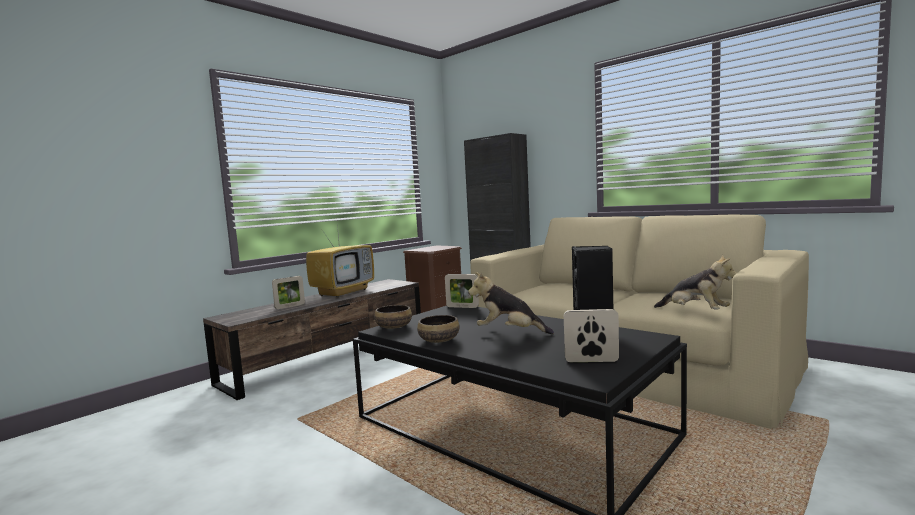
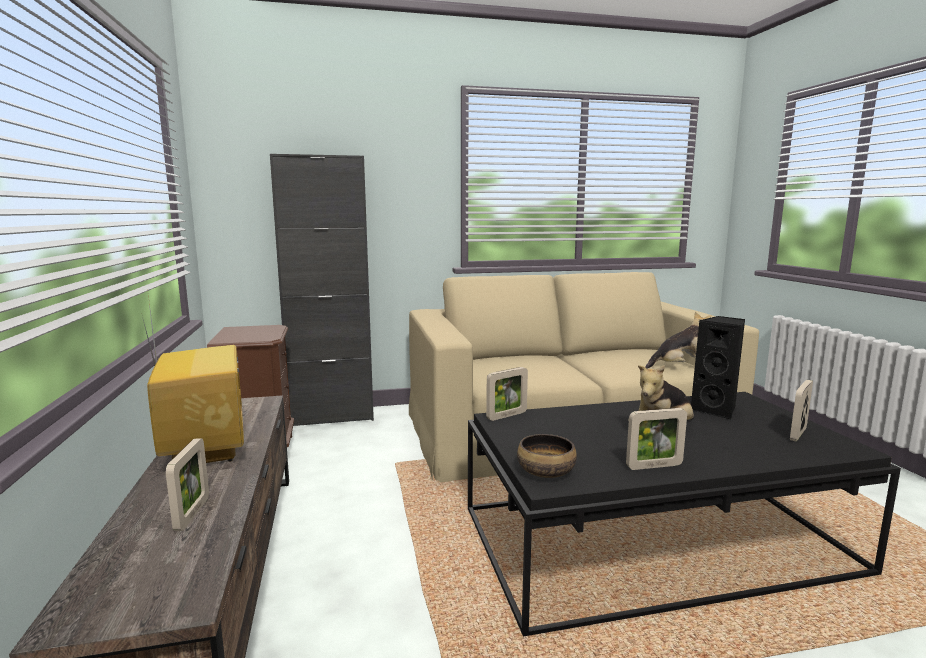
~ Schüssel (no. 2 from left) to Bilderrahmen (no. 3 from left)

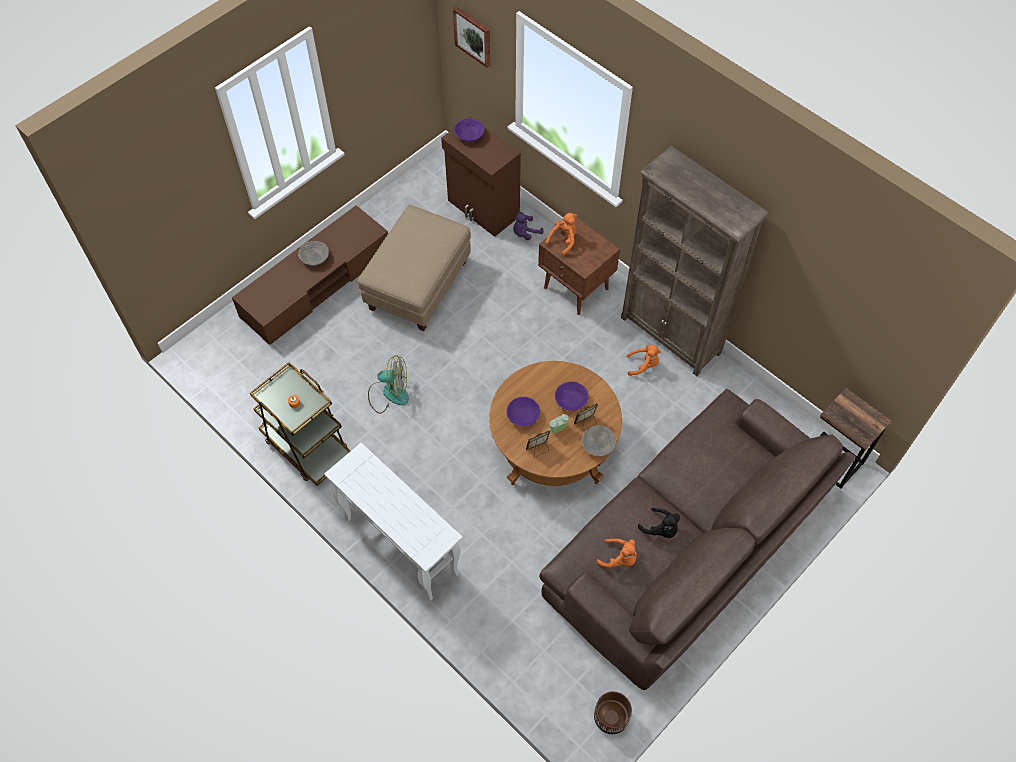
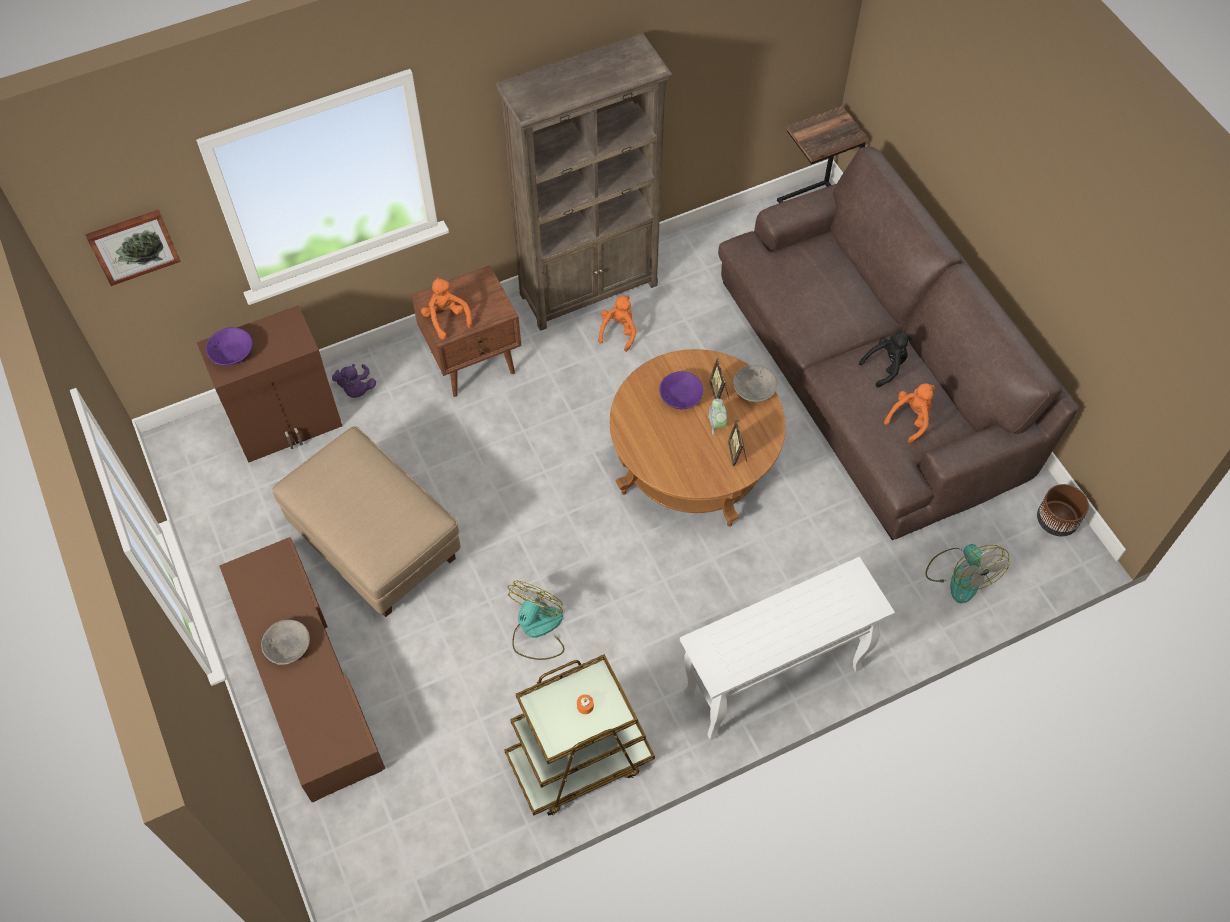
+ Ventilator (no. 2 from left)
- Schüssel (lila) (no. 2 from left)

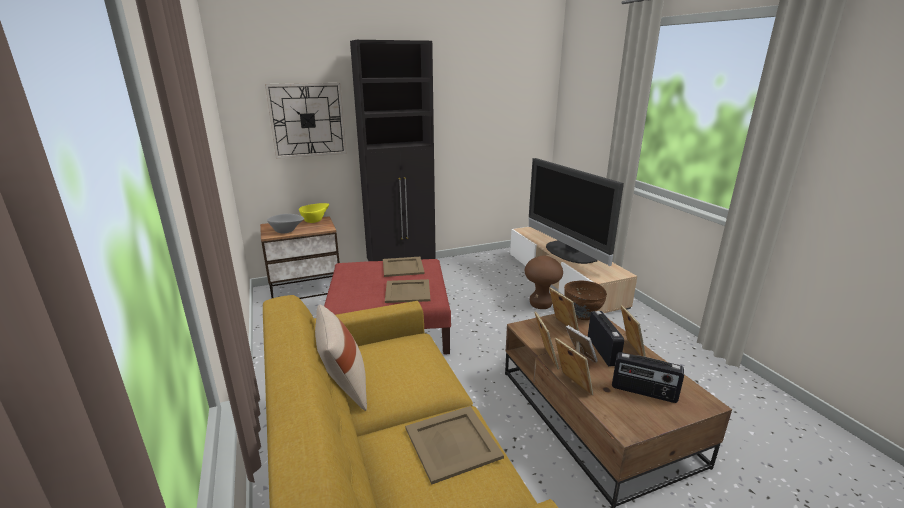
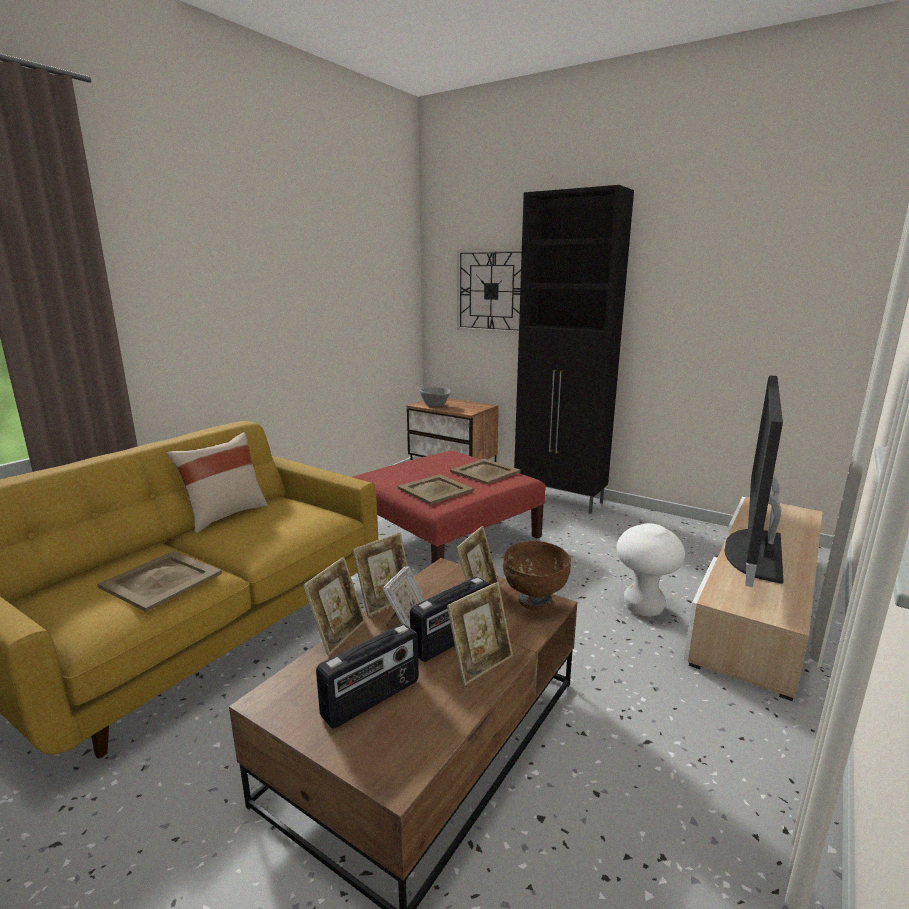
~ Radio (no. 2 from left in the first image) 120 degrees counterclockwise
~ Hocker (braun) to Hocker (weiß)
- Schüssel (gelb)

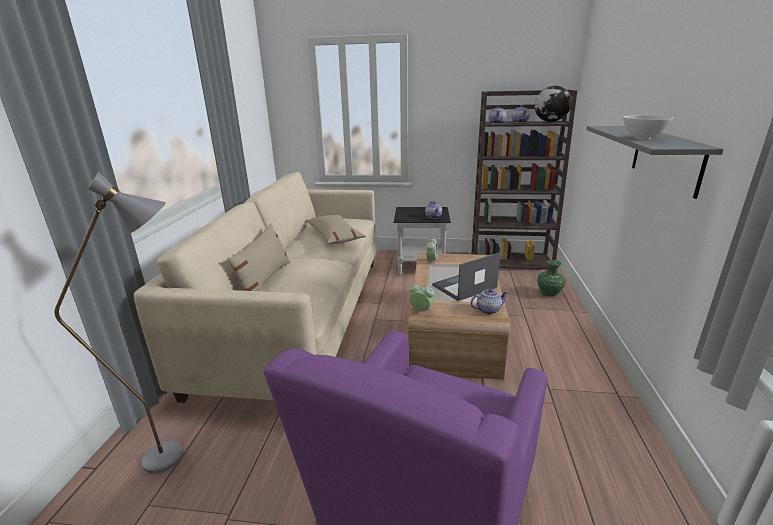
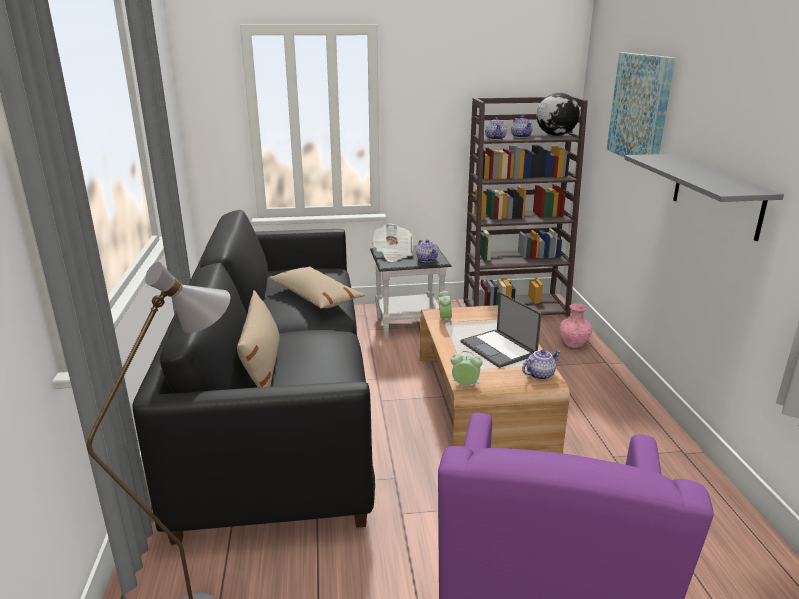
~ Sofa (beige) to Sofa (schwarz)
+ Zeitung
~ Laptop 75 degrees counterclockwise
~ Vase (grün) to Vase (rosa)
+ Bild
- Schüssel (weiß)

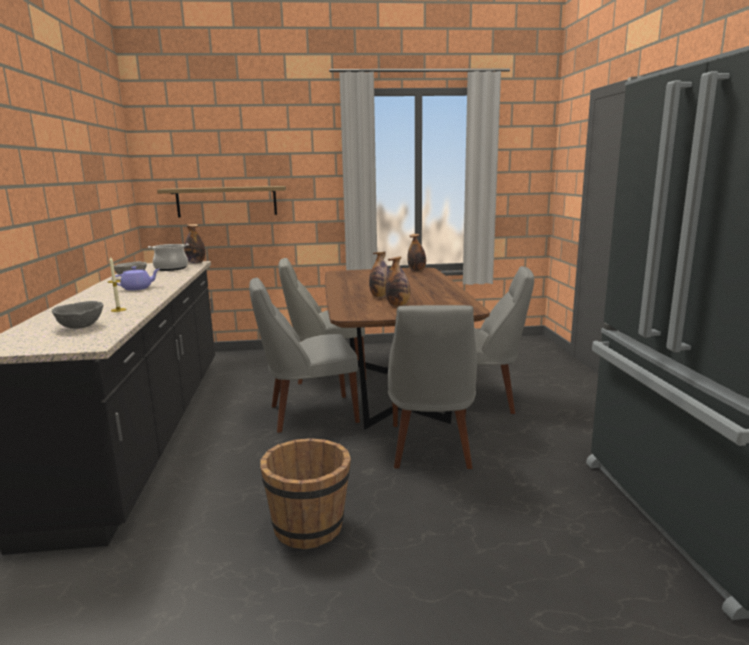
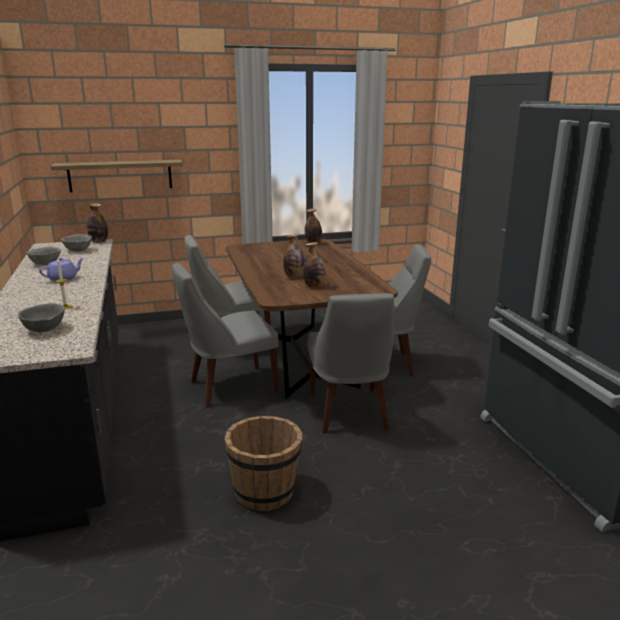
~ Kochtopf to Schüssel (grau) (no. 3 from left)

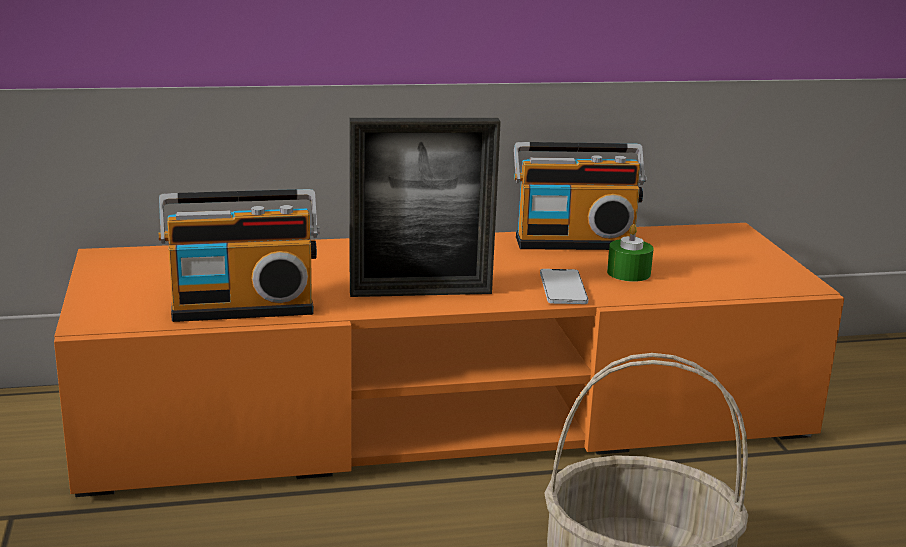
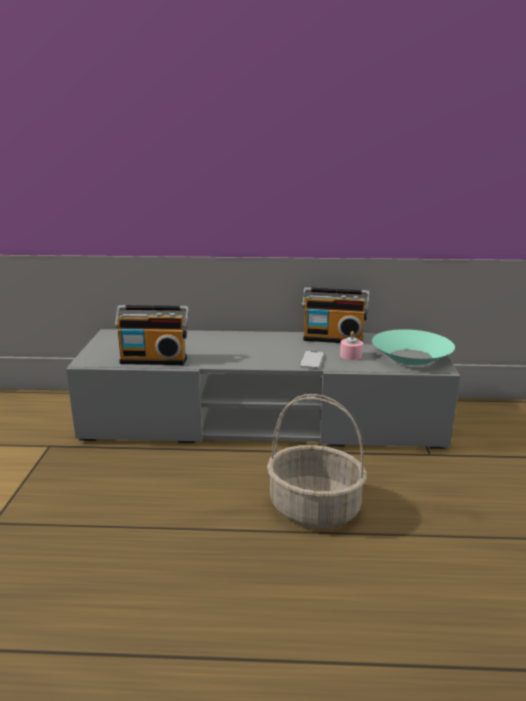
~ Fernsehschrank (orange) to Fernsehschrank (grau)
~ Kerze (grün) to Kerze (rosa)
+ Schüssel (türkis)
- Bilderrahmen

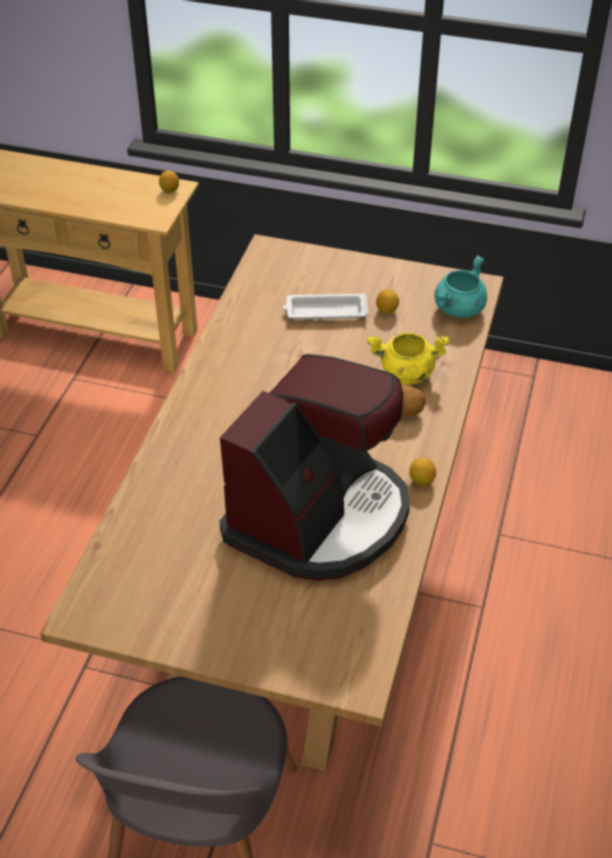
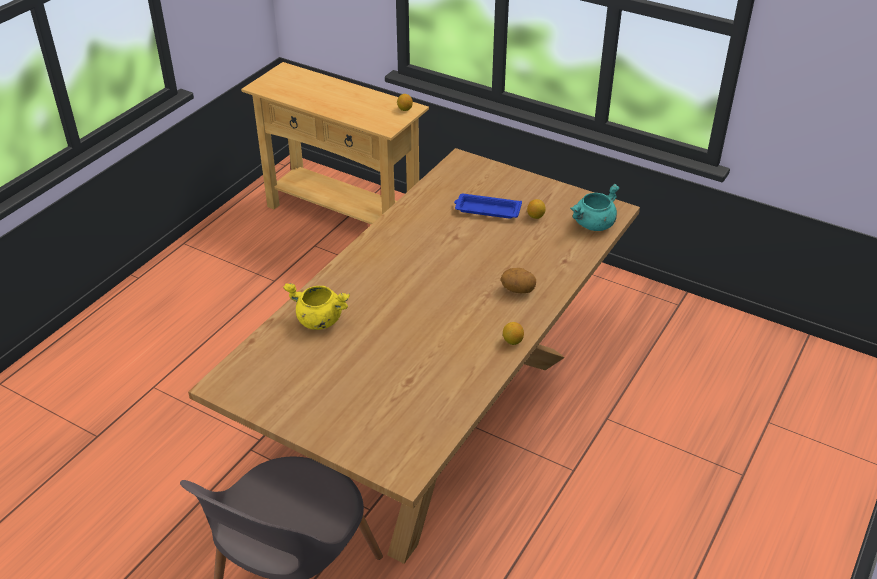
~ Kochtopf (gelb)
~ Tablett (weiß) to Tablett (blau)
- Kaffeemaschine

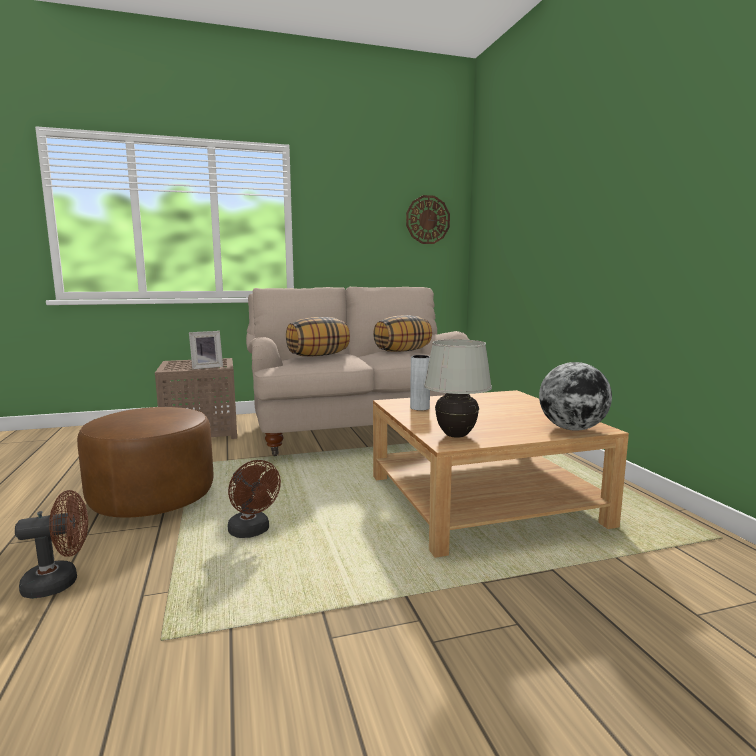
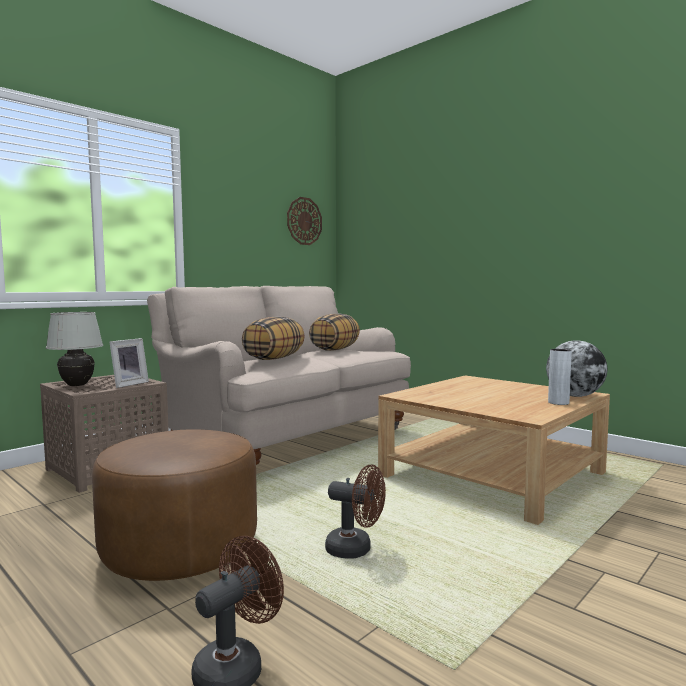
~ Tischlampe (weiß)
~ Vase (grau)

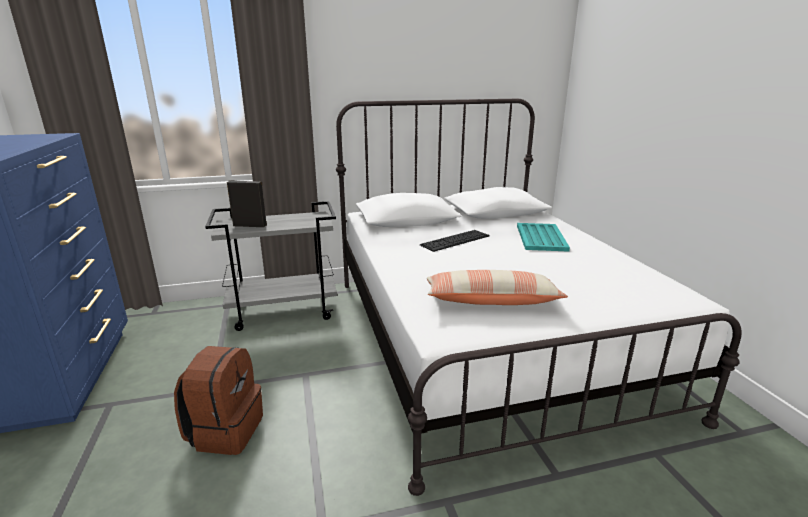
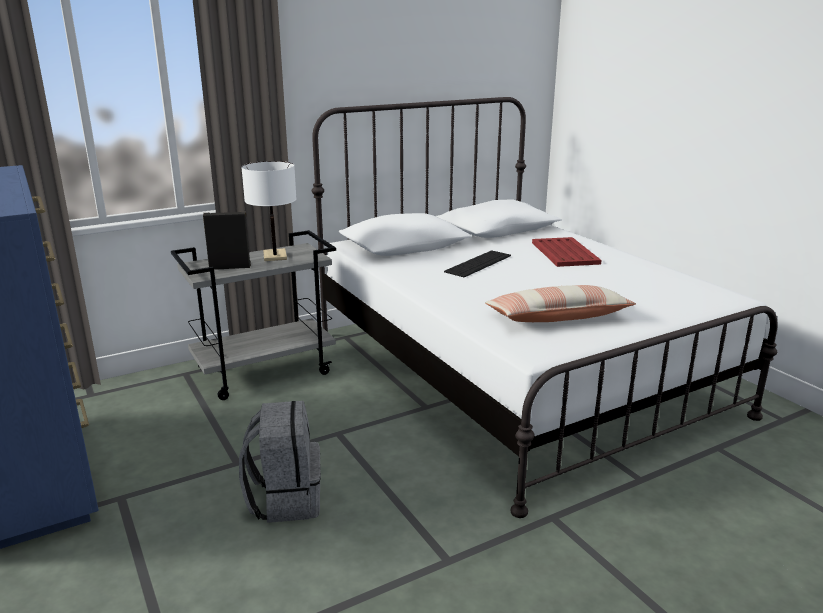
~ Rucksack (braun) to Rucksack (grau)
+ Tischlampe (weiß)
~ Tablett (türkis) to Tablett (rot)

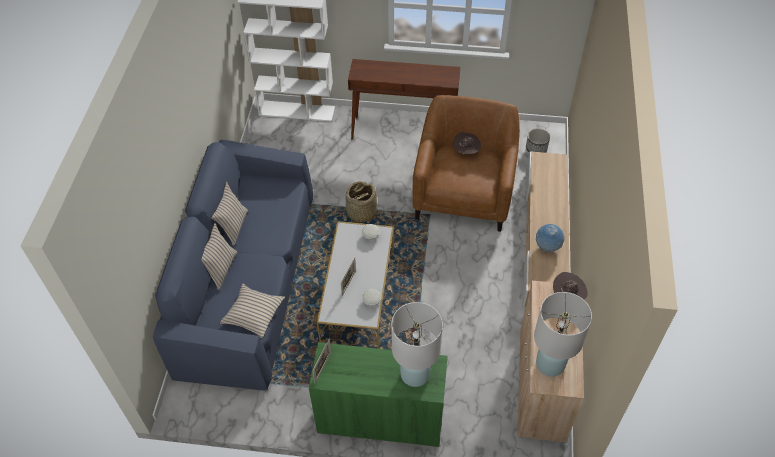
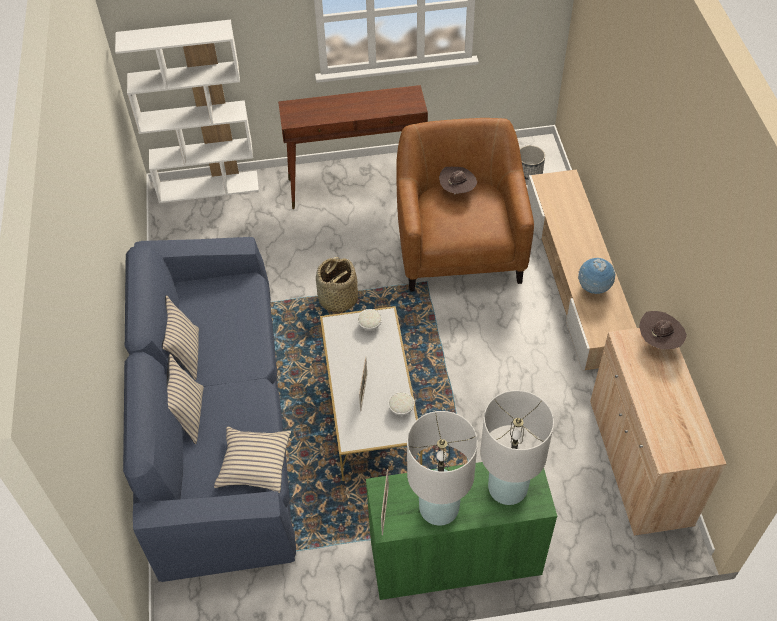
~ Tischlampe (weiß) (no. 2 from left in the first image) to Tischlampe (weiß) (no. 1 from left)

